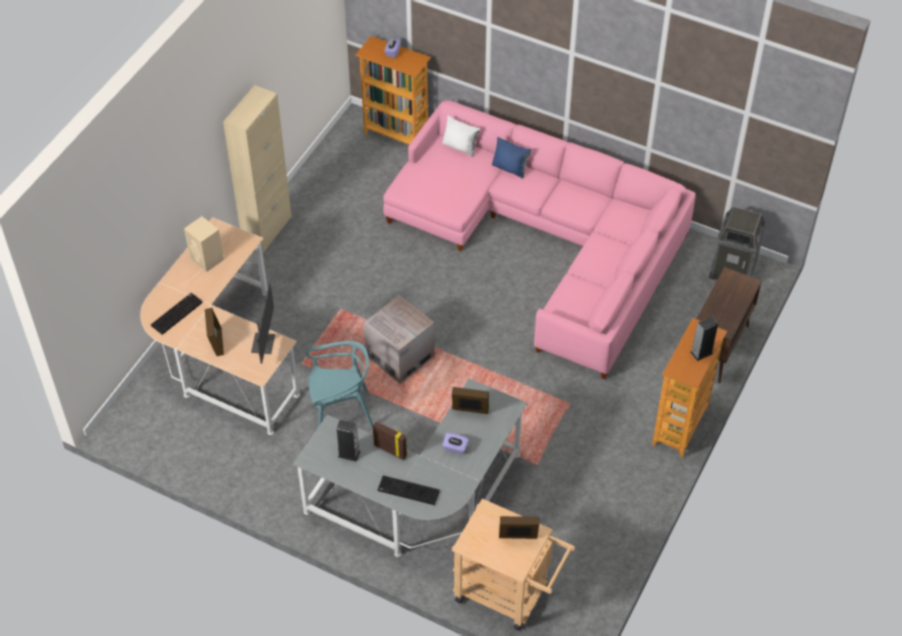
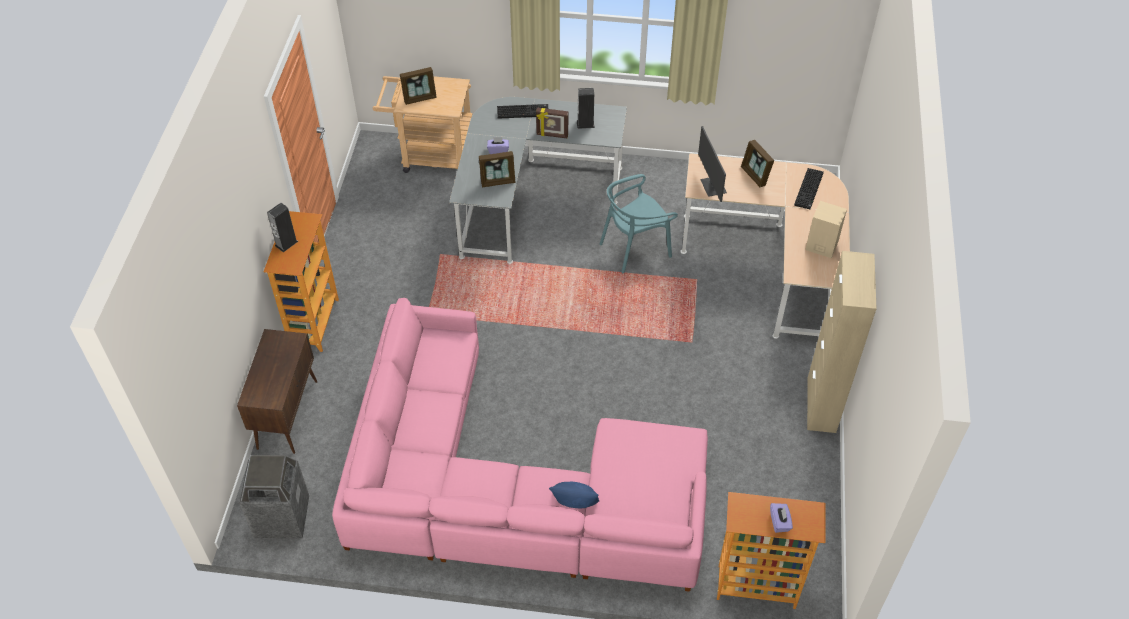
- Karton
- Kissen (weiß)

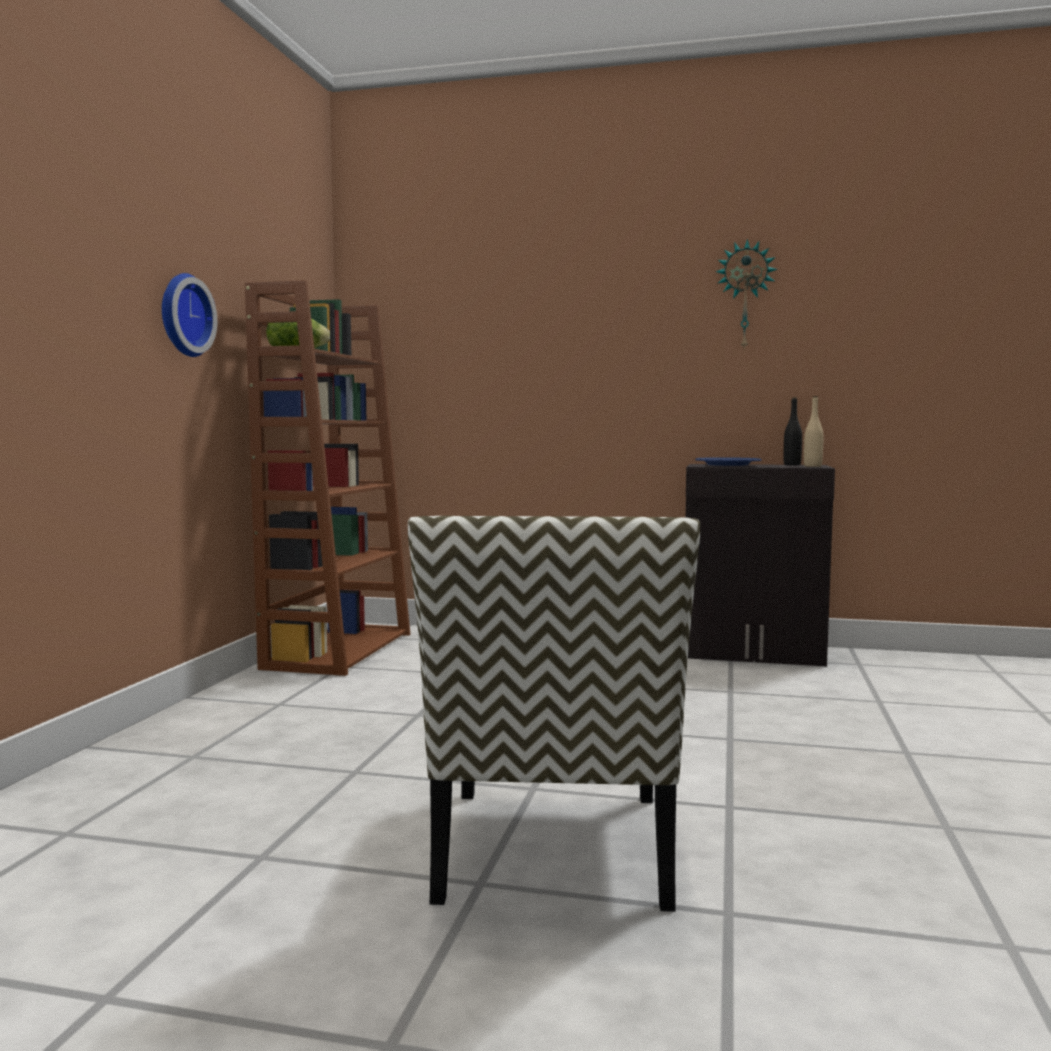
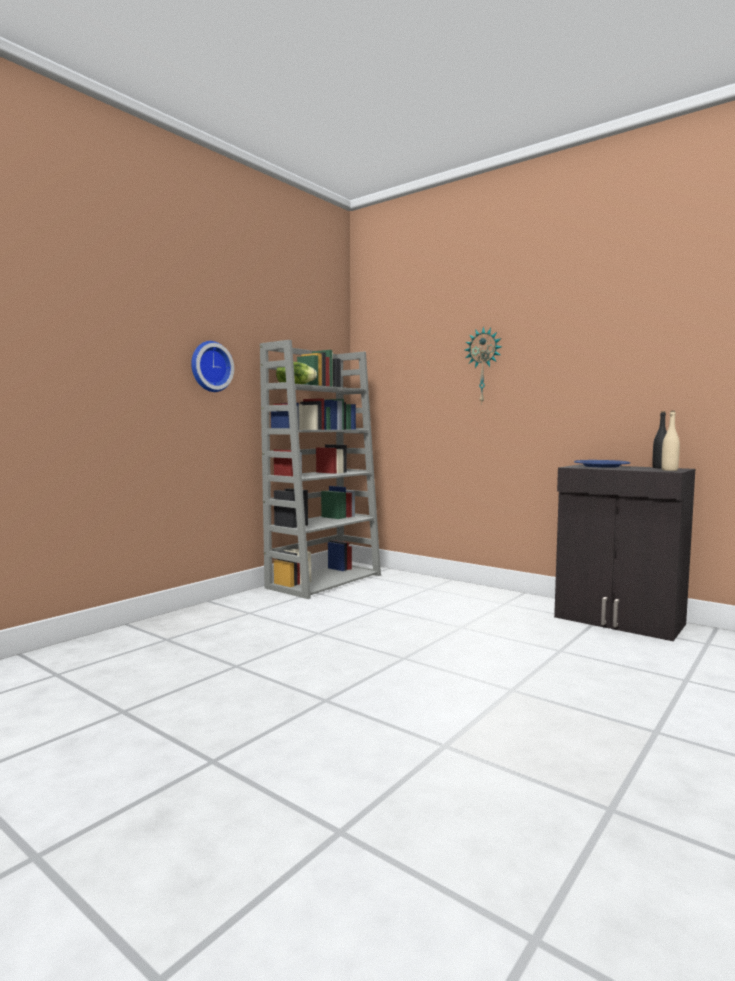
~ Bücherregal (braun) to Bücherregal (grau)
~ Wanduhr (no. 2 from left)
- Stuhl

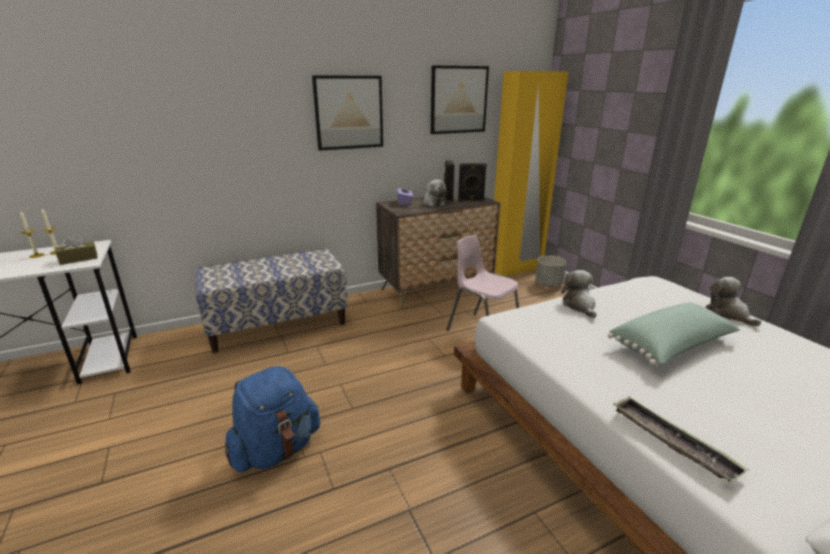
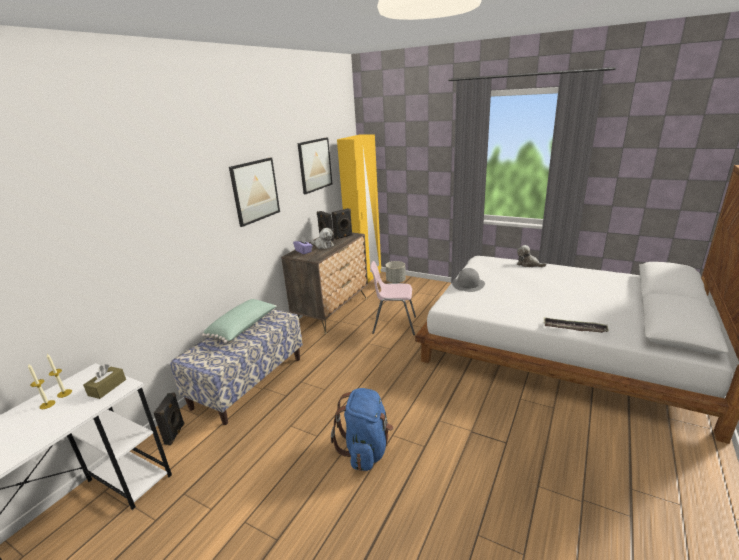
+ Lautsprecher (schwarz) (no. 1 from left)
~ Kissen (grün)
~ Plüschtier (no. 2 from left) to Hut (grau)

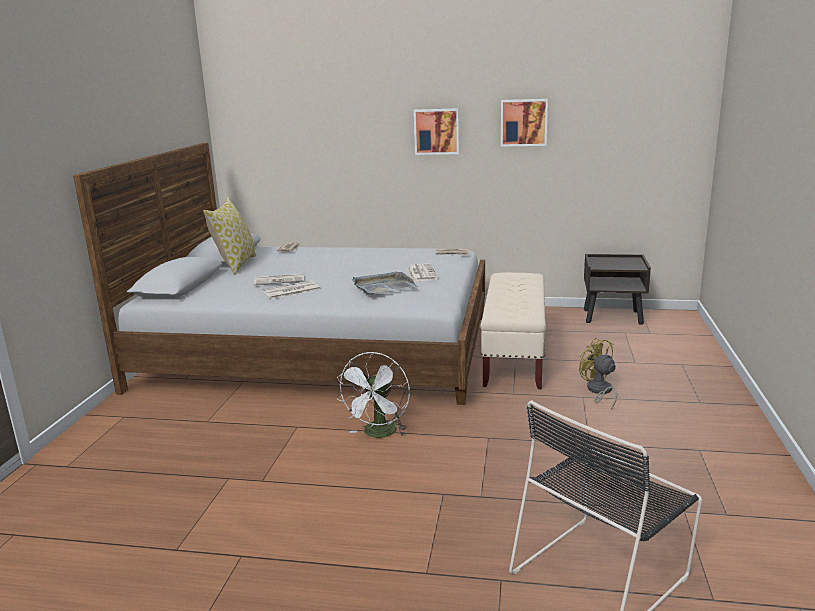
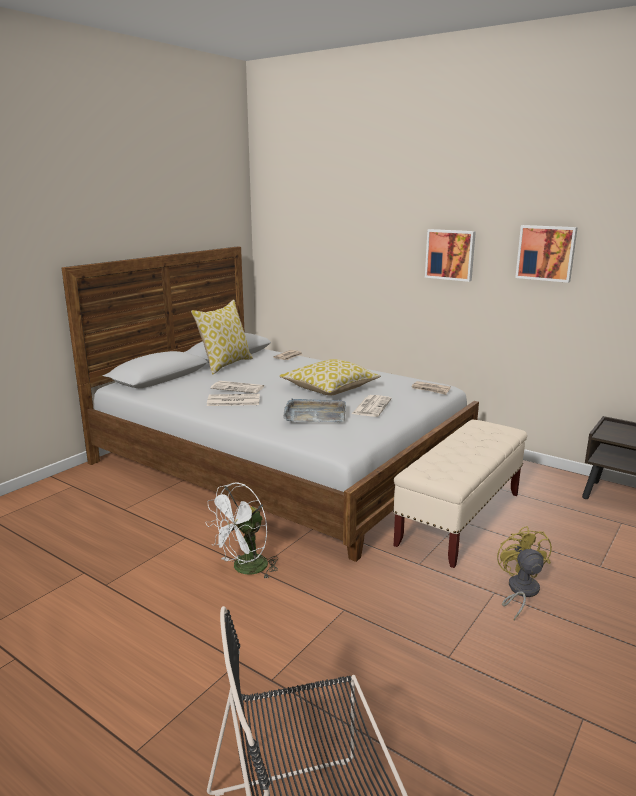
+ Kissen (no. 2 from left)

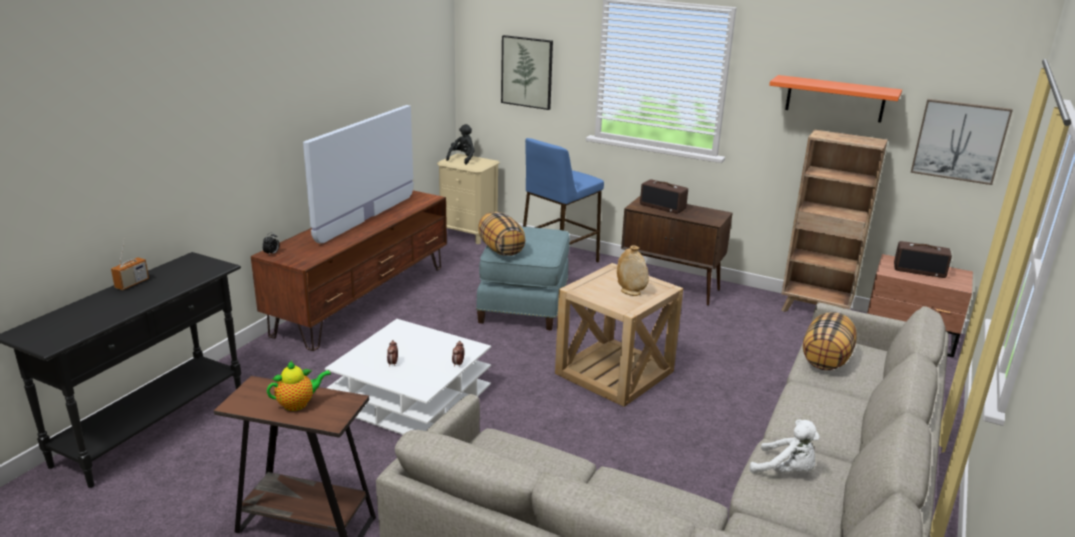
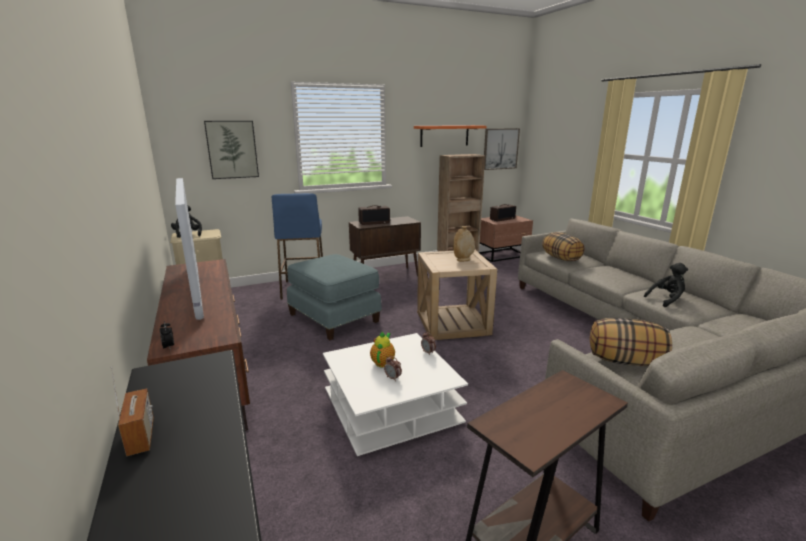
~ Teekanne
~ Kissen (no. 1 from left in the first image) to Kissen (no. 2 from left)
~ Plüschtier (weiß) to Plüschtier (schwarz) (no. 2 from left)

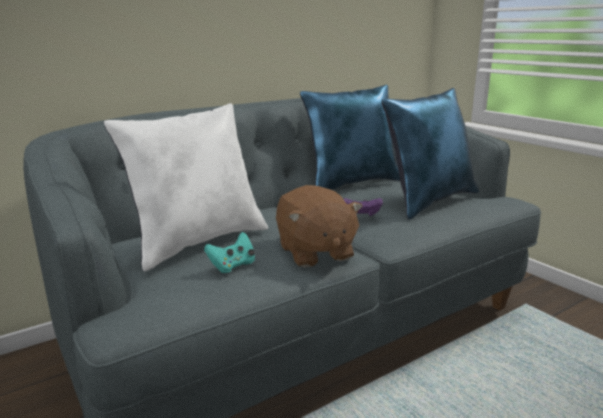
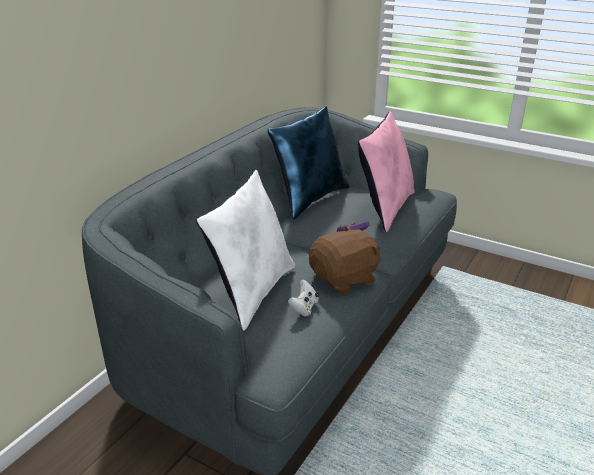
~ Gamepad (türkis) to Gamepad (weiß)
~ Plüschtier (braun) 75 degrees counterclockwise
~ Kissen (blau) (no. 2 from left) to Kissen (rosa)

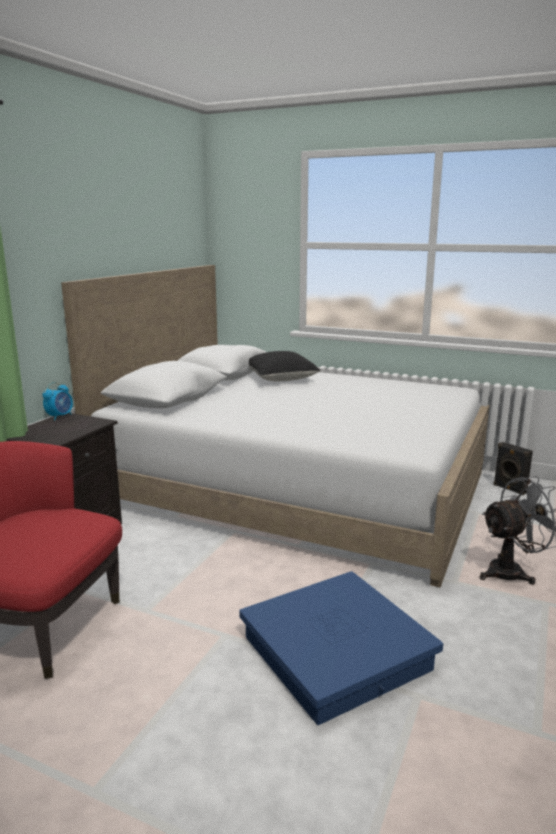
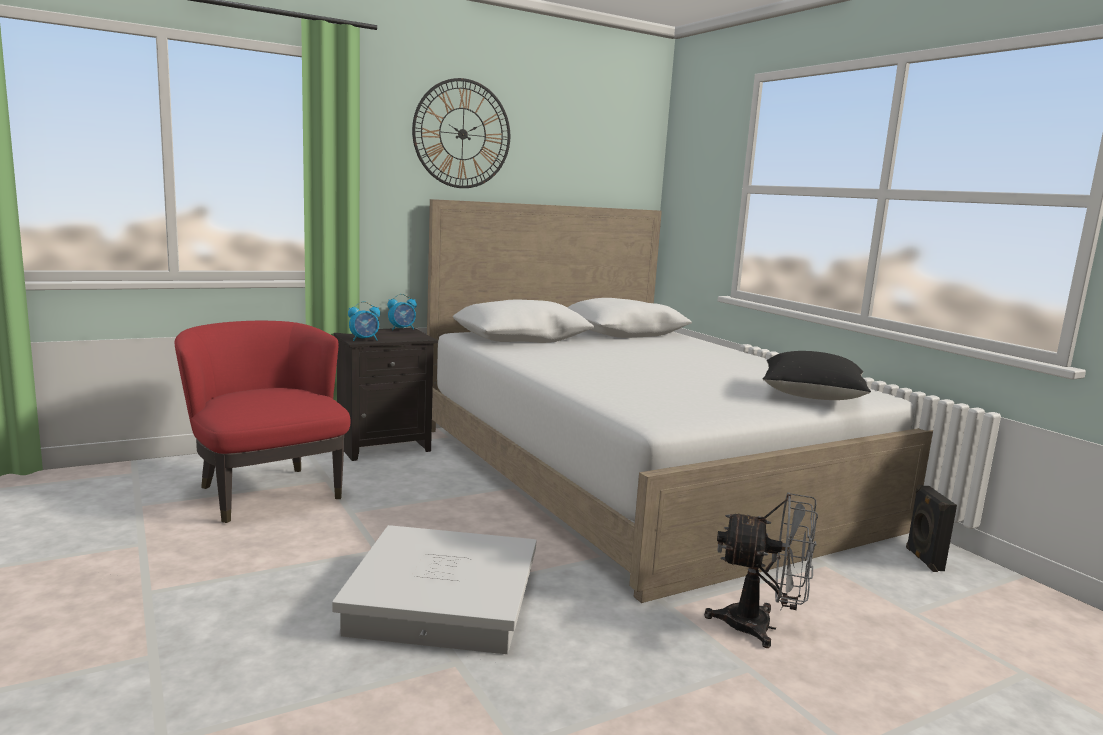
~ Aufbewahrungsbox (blau) to Aufbewahrungsbox (weiß)
+ Wecker (no. 1 from left)
+ Wanduhr
~ Kissen (schwarz)

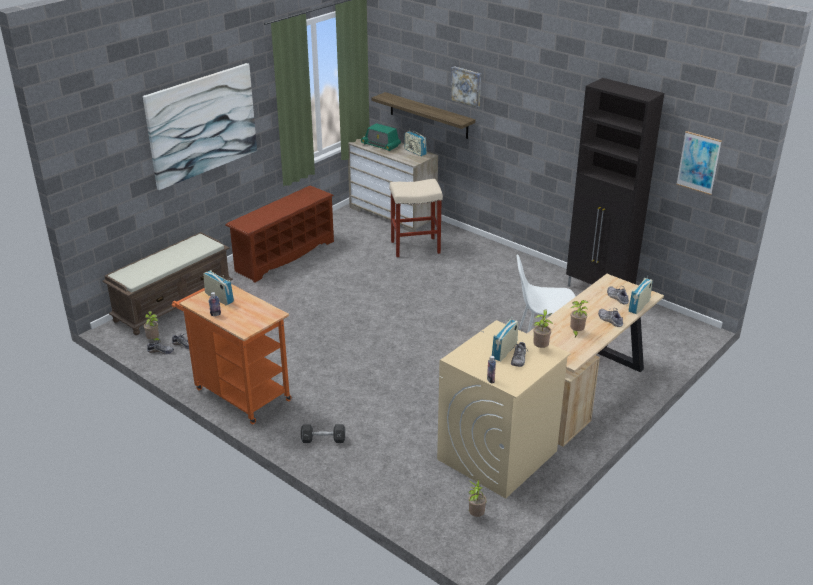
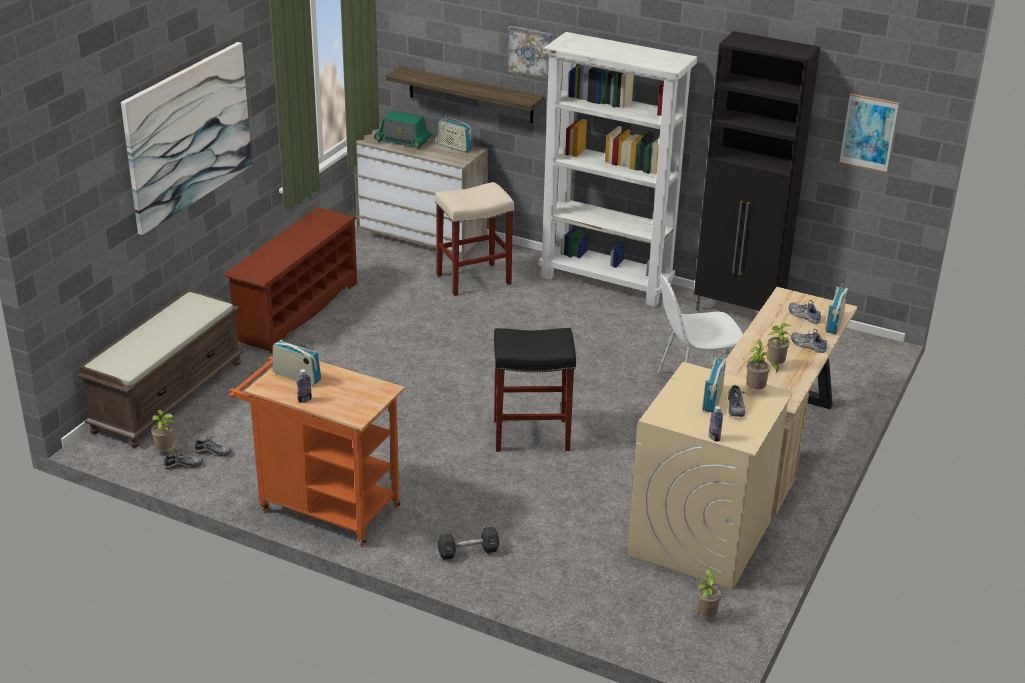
+ Hocker (schwarz)
+ Bücherregal (weiß)

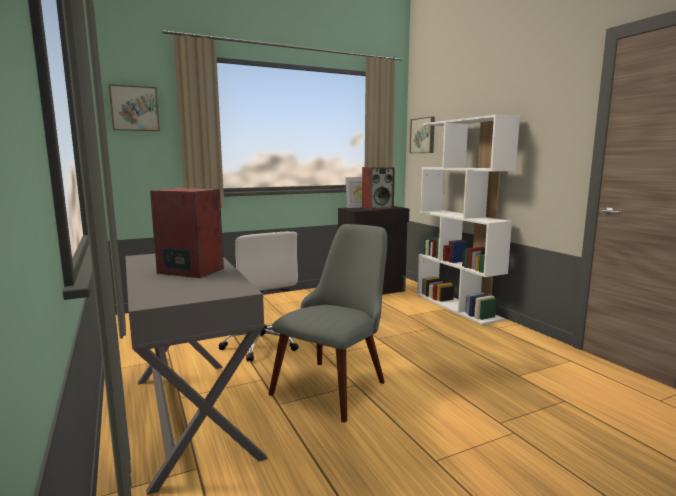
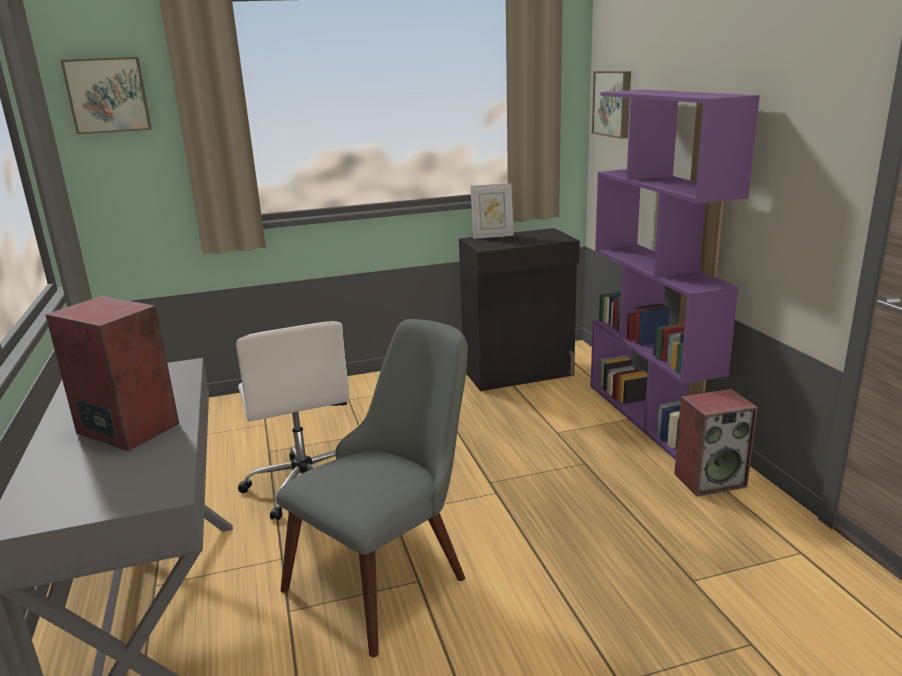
~ Bücherregal (weiß) to Bücherregal (lila)
~ Lautsprecher (no. 2 from left)

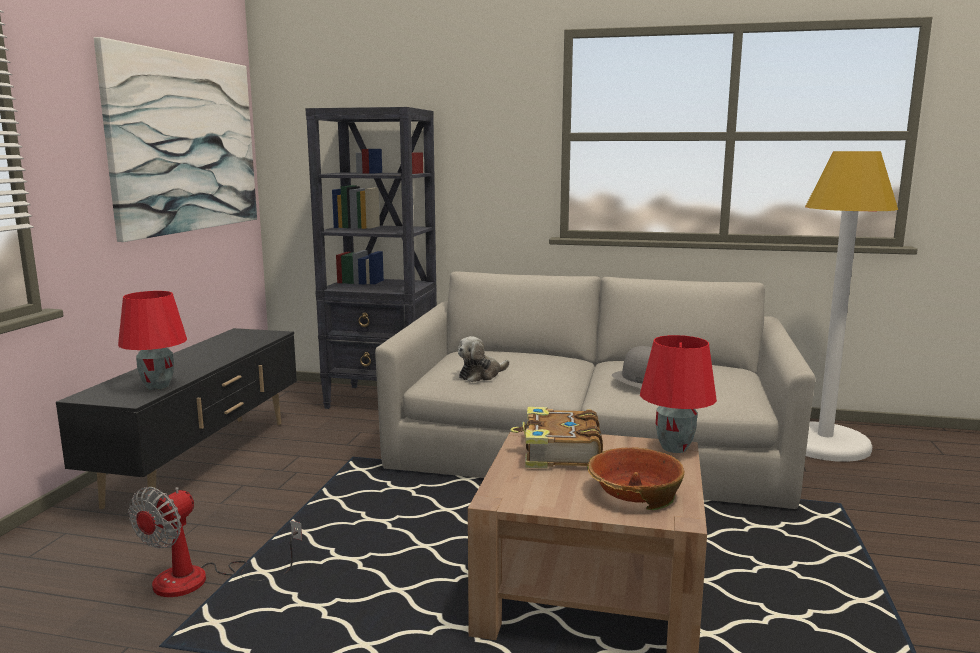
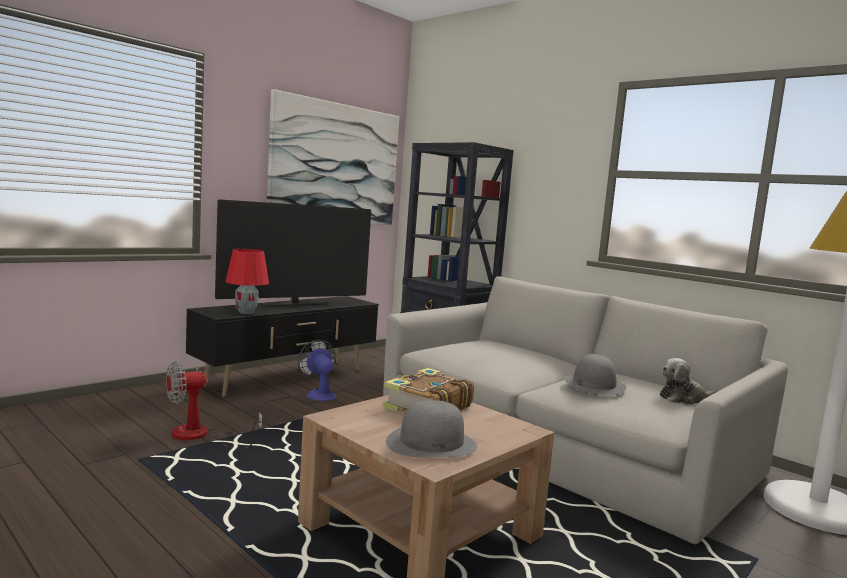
+ Fernseher
+ Ventilator (no. 2 from left)
~ Schüssel to Hut (grau) (no. 1 from left)
~ Plüschtier
- Tischlampe (rot) (no. 2 from left)

